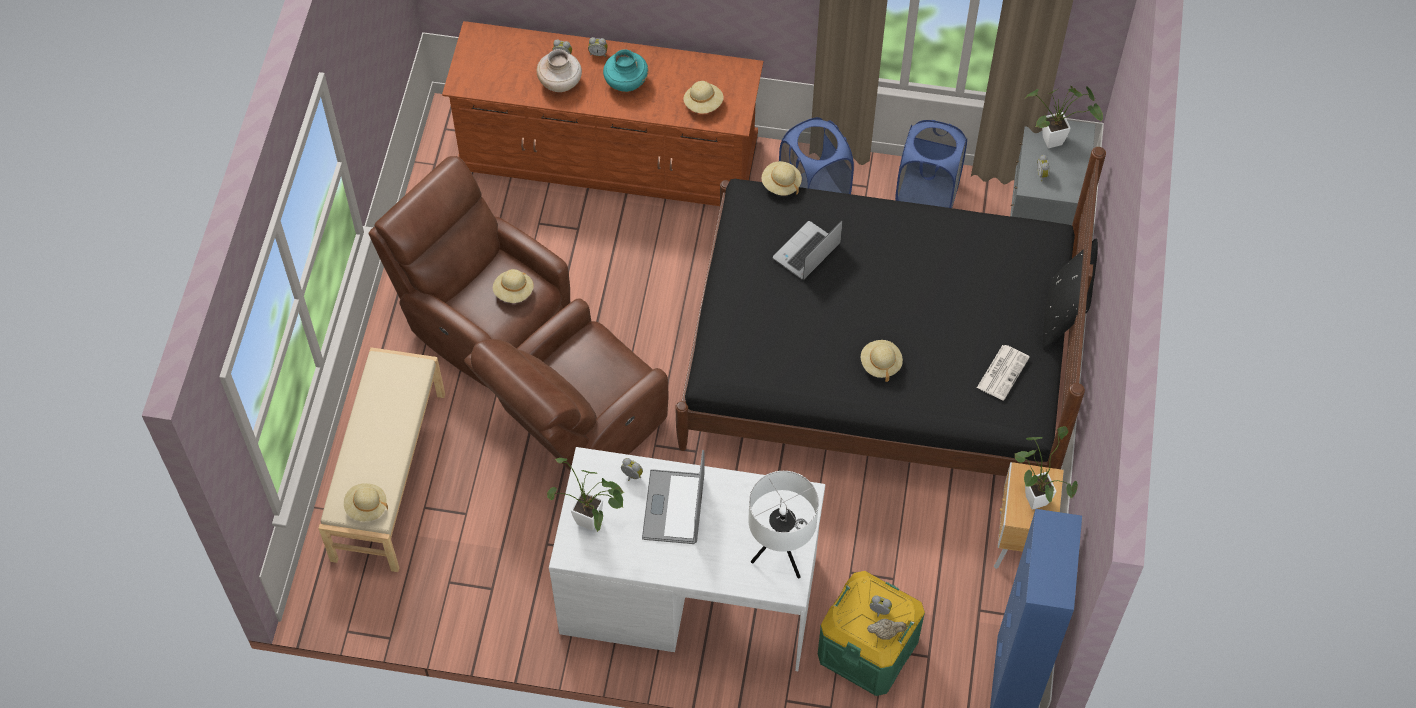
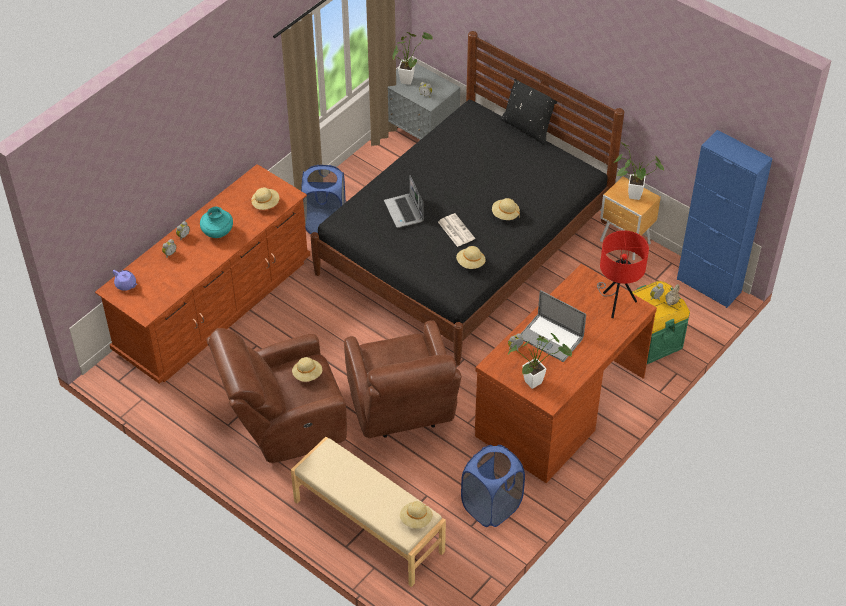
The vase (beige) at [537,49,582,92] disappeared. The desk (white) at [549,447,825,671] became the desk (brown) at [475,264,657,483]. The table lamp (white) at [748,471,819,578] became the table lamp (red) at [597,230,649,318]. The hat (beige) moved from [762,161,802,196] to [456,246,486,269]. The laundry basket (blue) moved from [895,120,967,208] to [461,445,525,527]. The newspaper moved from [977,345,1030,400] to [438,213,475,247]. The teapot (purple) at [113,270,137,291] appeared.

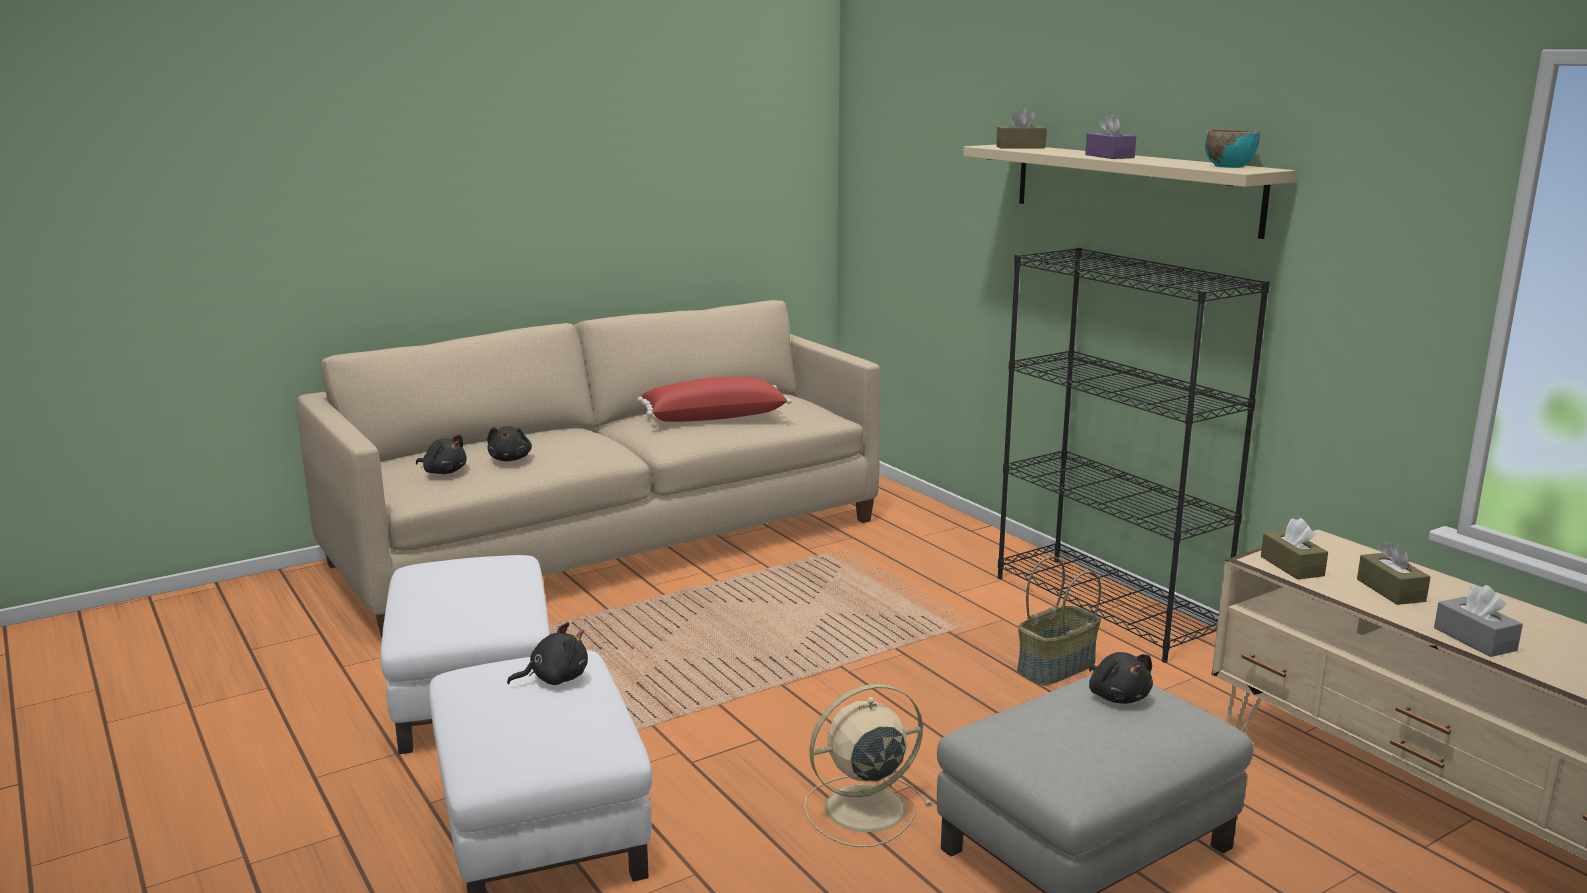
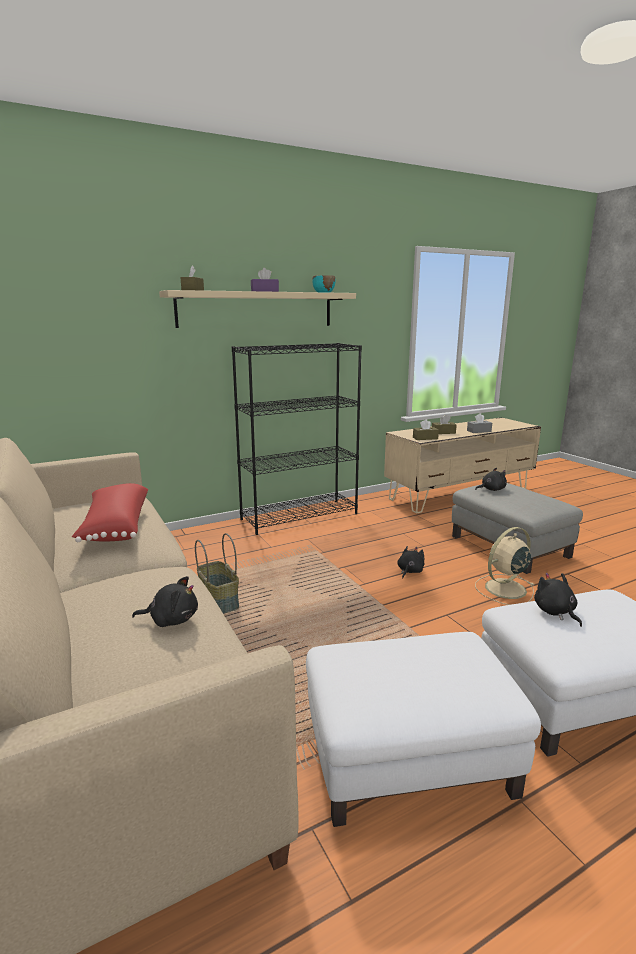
The plush toy (black) moved from [416,435,467,474] to [397,546,424,578]. The fan (beige) at [804,684,932,847] turned 75 degrees clockwise. The basket moved from [1017,556,1101,685] to [195,533,239,614].

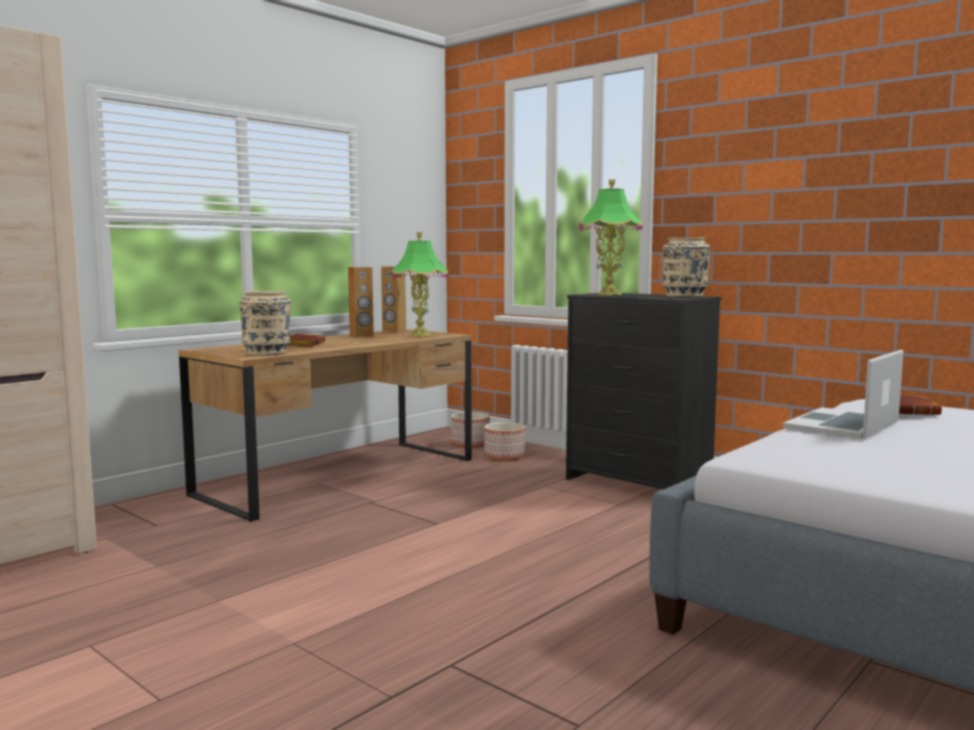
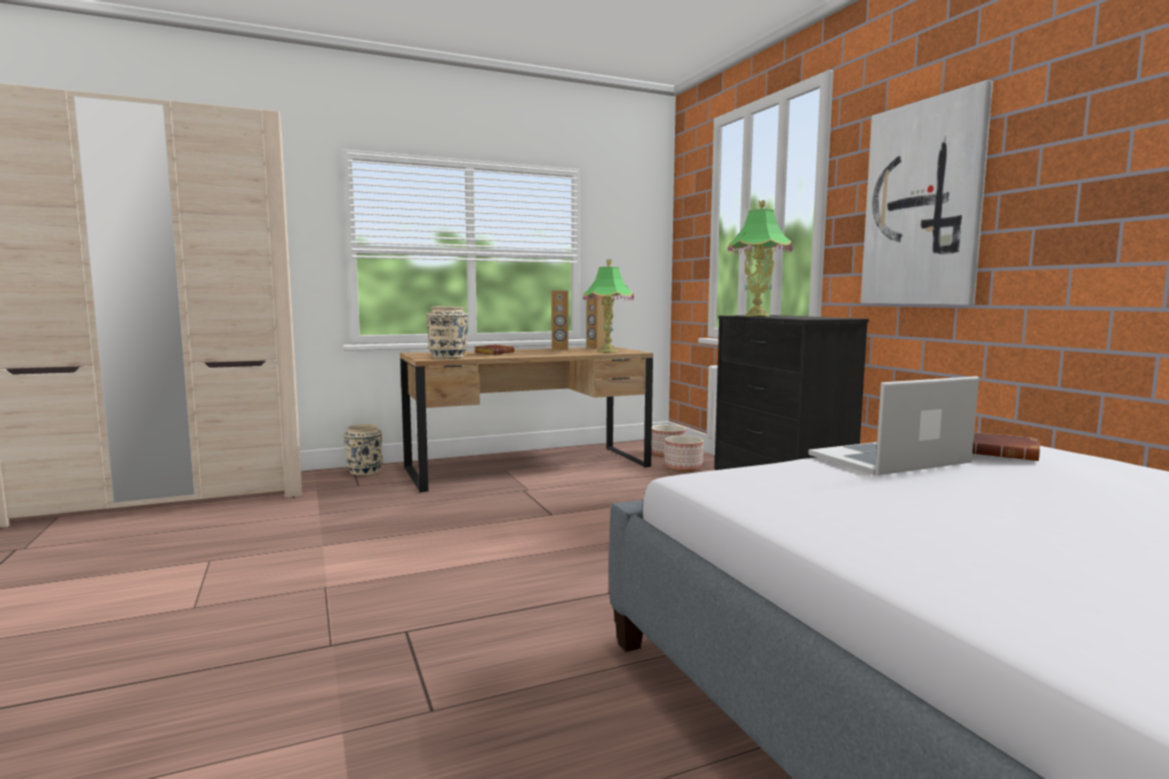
The vase (beige) moved from [662,238,710,297] to [344,424,383,476]. The picture at [861,80,993,305] appeared.

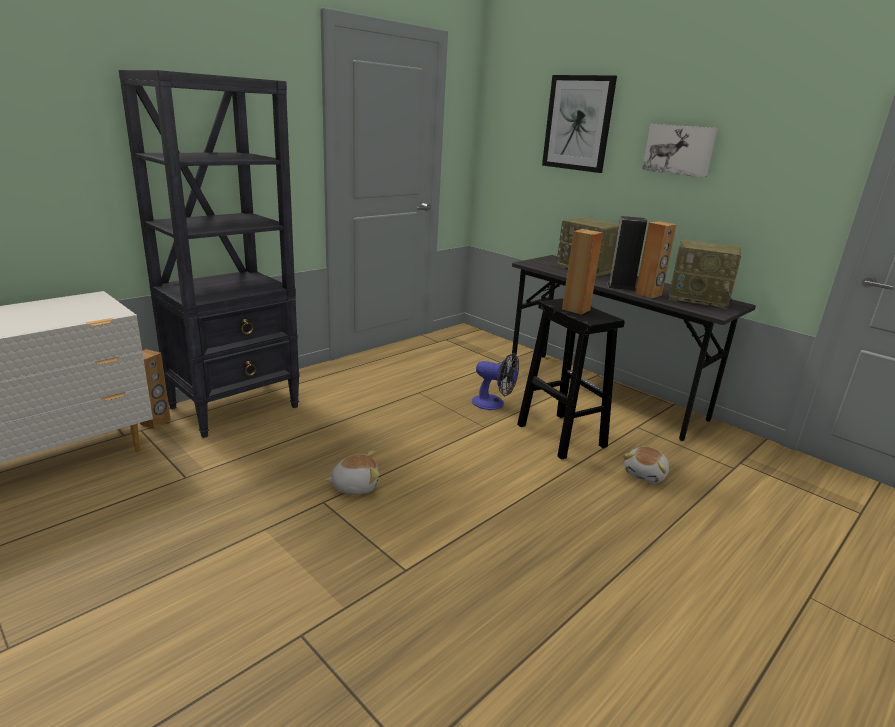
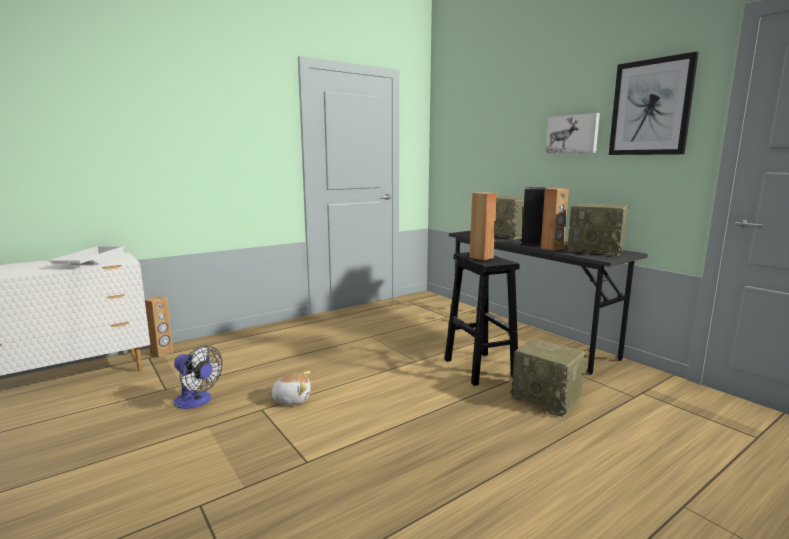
The bookcase (black) at [119,70,300,438] disappeared. The fan moved from [472,353,519,410] to [174,346,222,409]. The picture moved from [542,75,617,173] to [609,52,699,155]. The plush toy at [623,447,669,483] was replaced by the radio at [511,338,586,417]. The tray (white) at [47,246,125,265] appeared.

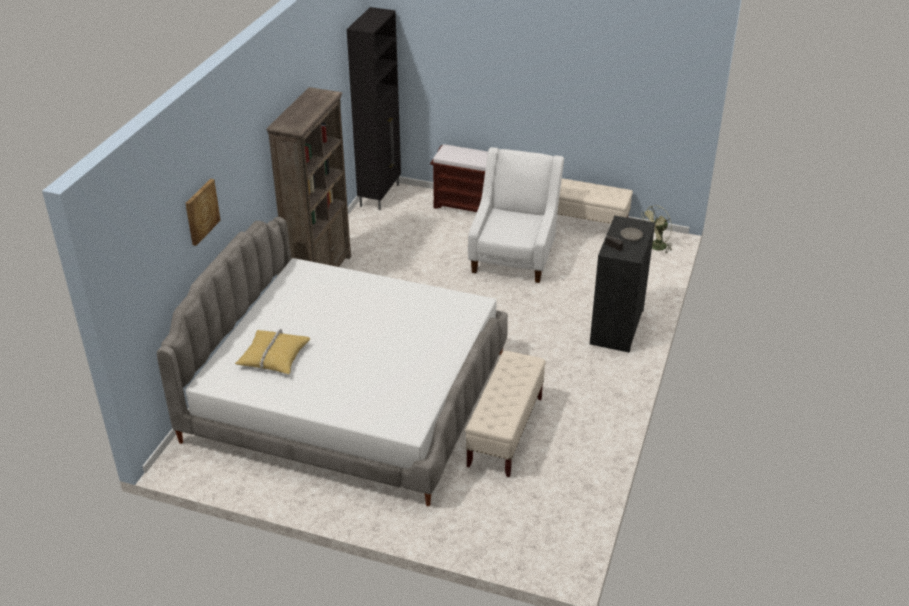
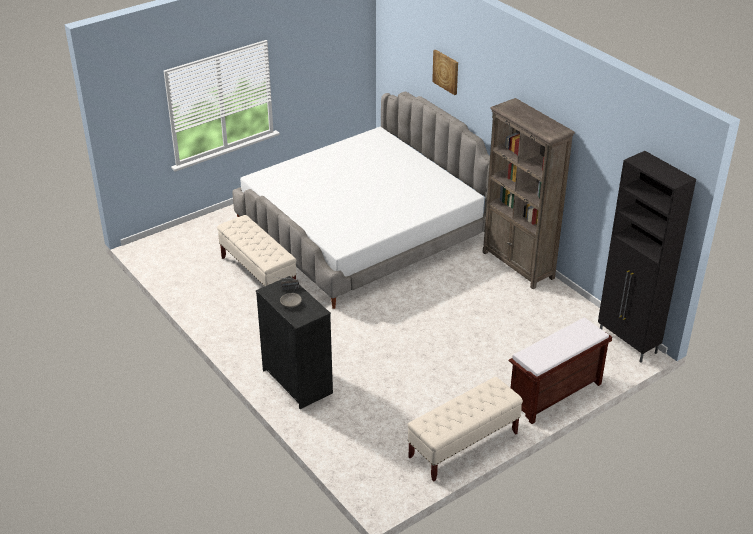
The pillow (yellow) at [235,329,310,374] disappeared. The armchair (white) at [468,147,564,283] disappeared. The fan (green) at [641,205,672,253] disappeared.

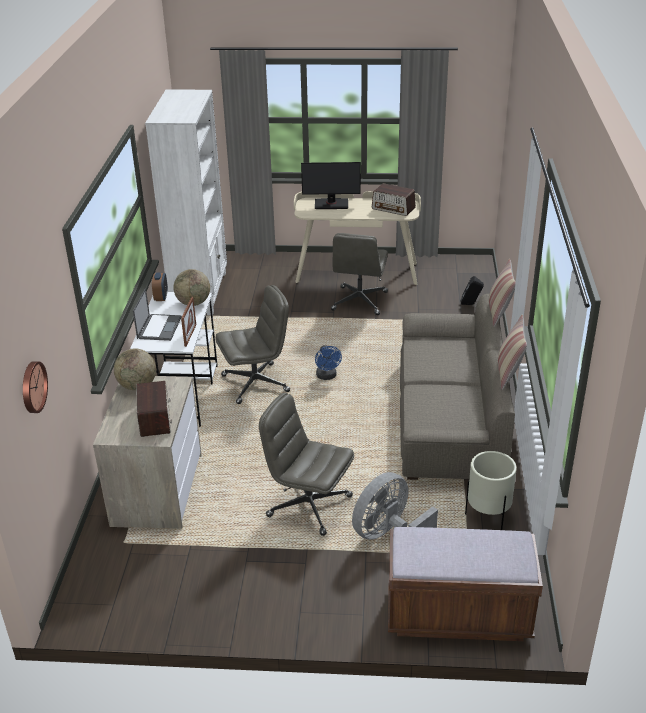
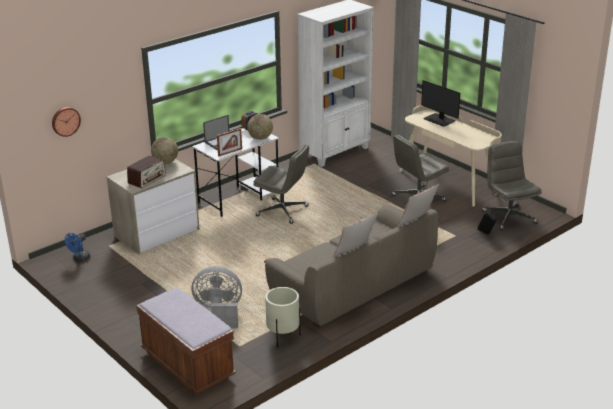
The office chair (grey) moved from [259,393,354,536] to [482,141,542,230]. The fan (blue) moved from [315,345,342,380] to [65,233,90,262]. The radio at [372,183,416,216] disappeared.

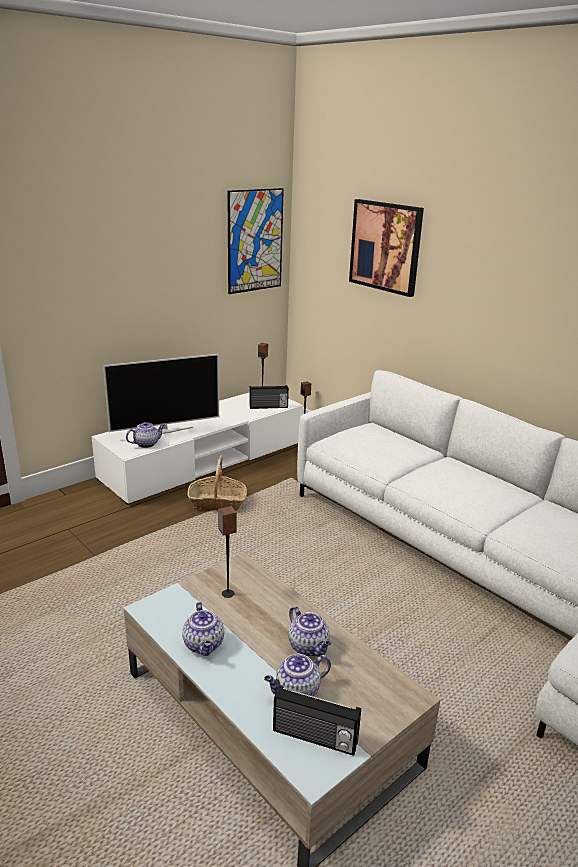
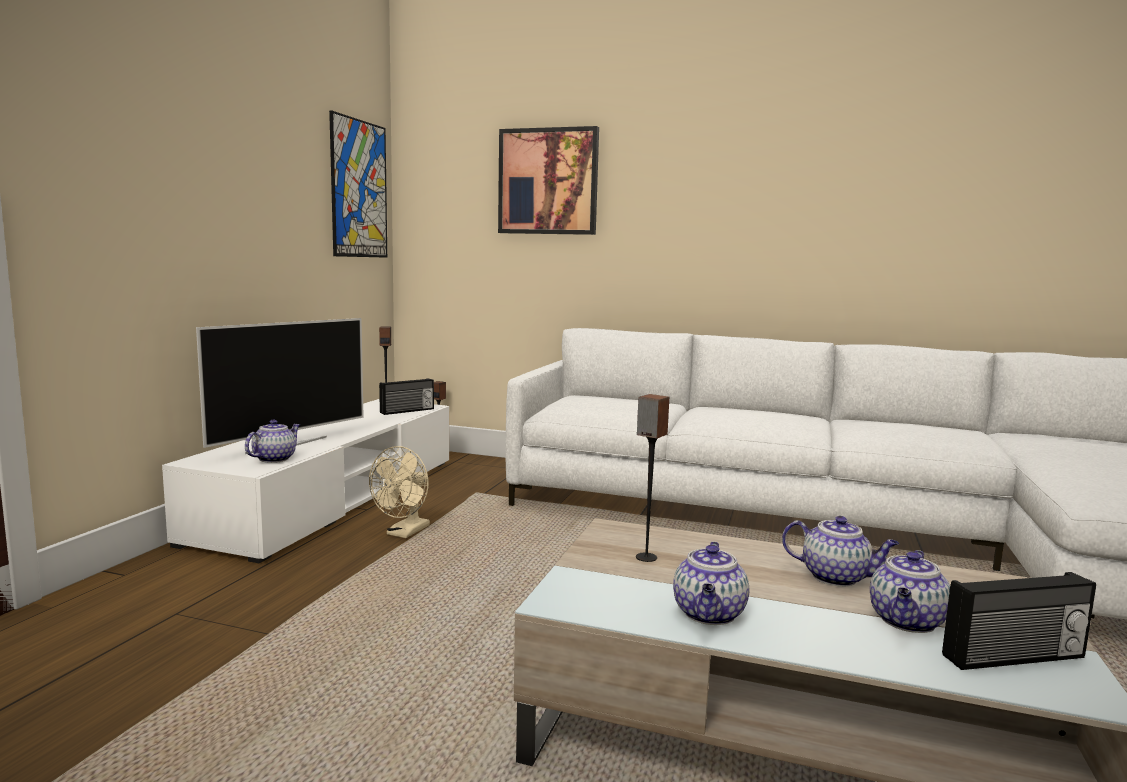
The teapot at [182,602,224,656] turned 60 degrees clockwise. The basket at [187,455,247,511] was replaced by the fan (beige) at [369,446,430,538].

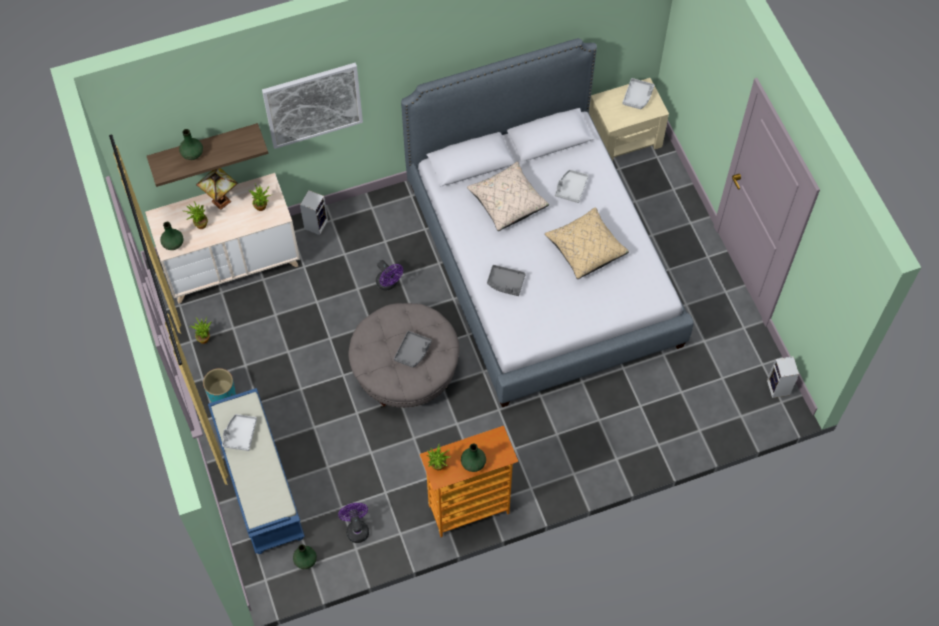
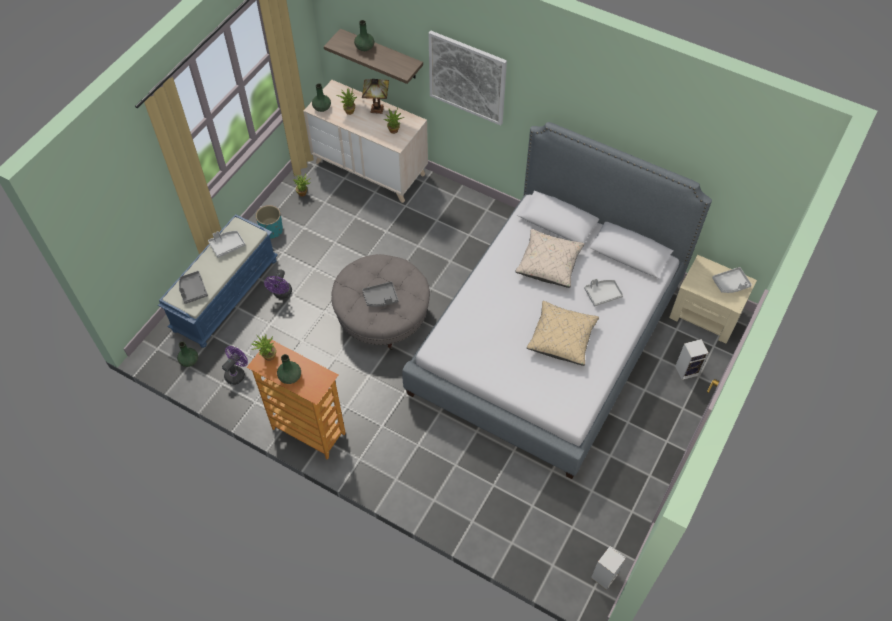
The speaker moved from [300,190,328,235] to [675,339,709,380]. The fan (purple) moved from [376,260,403,291] to [264,270,292,299]. The tray (grey) moved from [487,265,526,296] to [179,271,208,304].

